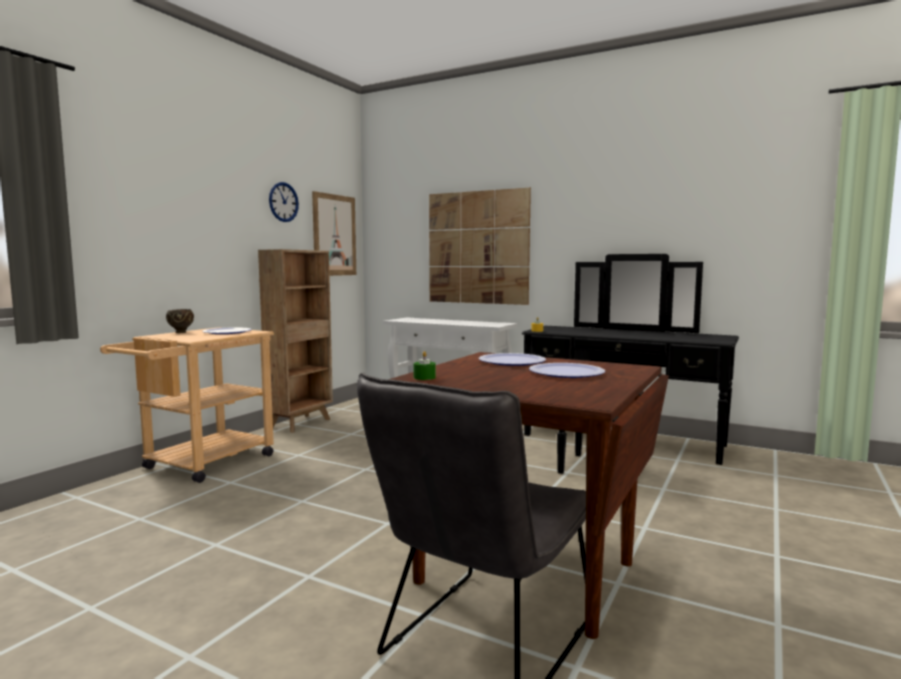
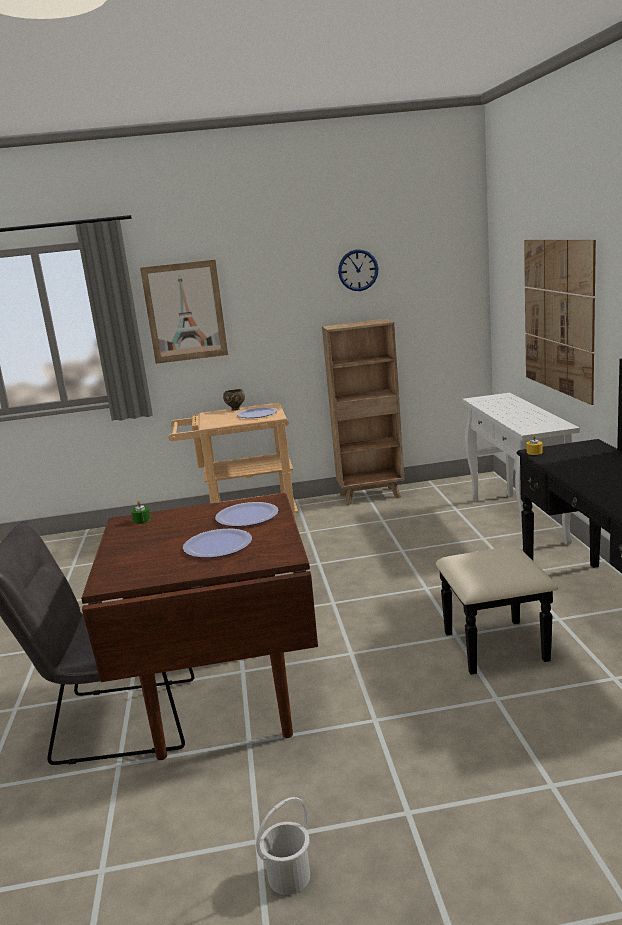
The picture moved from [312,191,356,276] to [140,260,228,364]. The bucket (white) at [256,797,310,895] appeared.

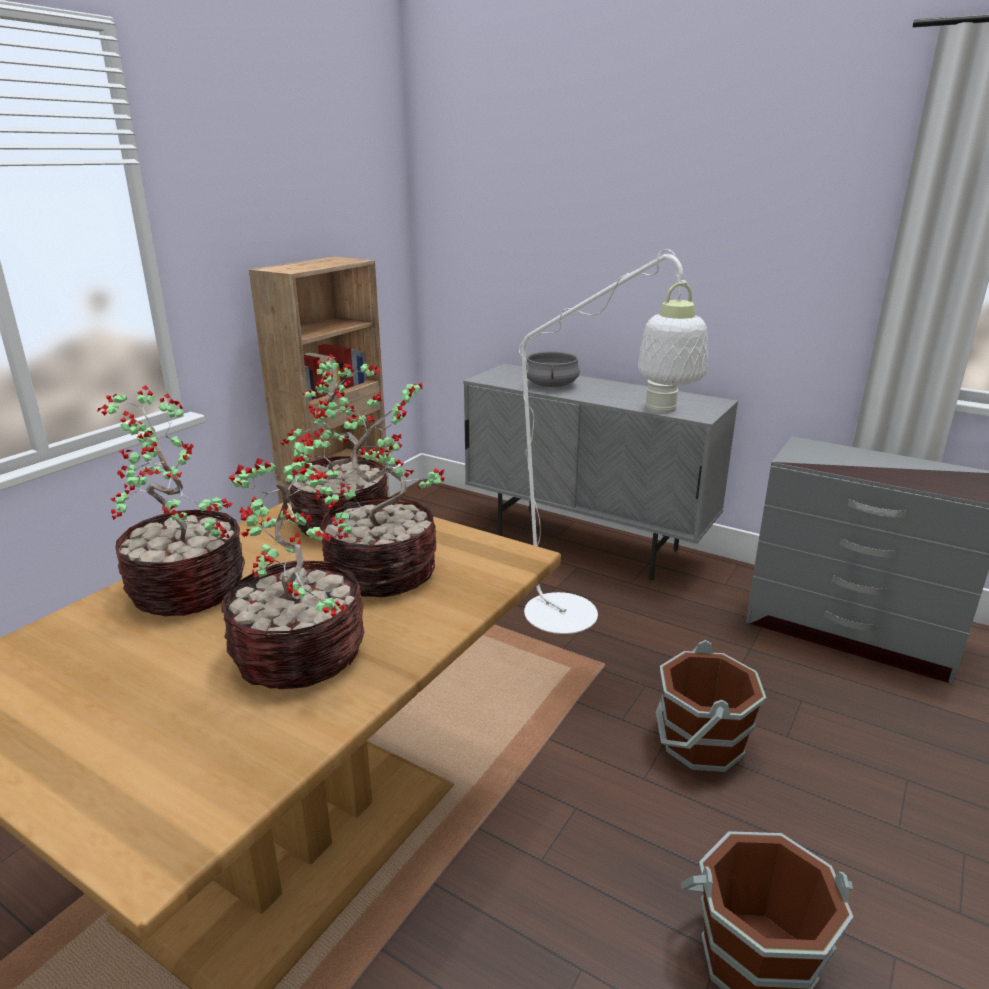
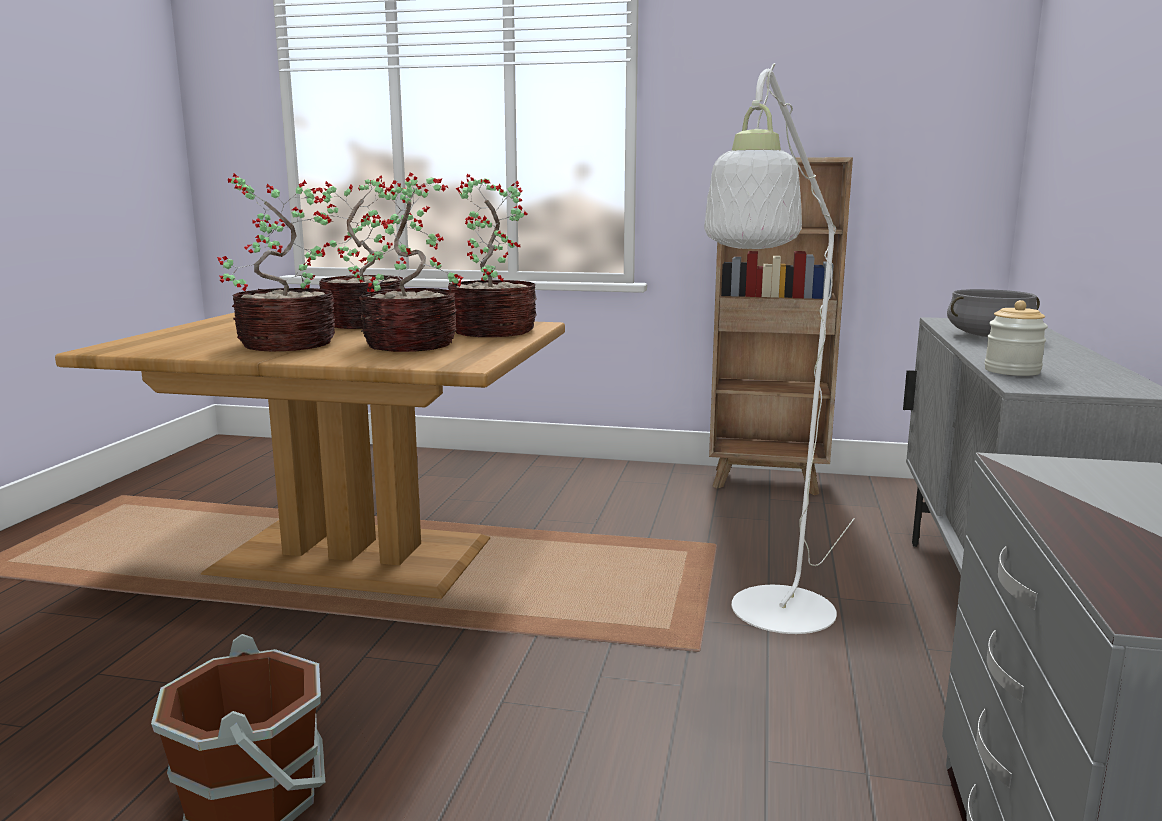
The bucket (brown) at [656,640,766,772] disappeared.

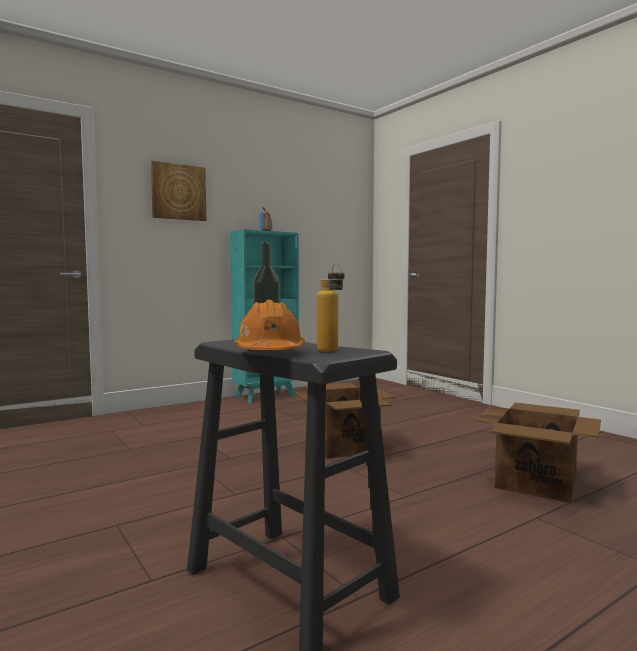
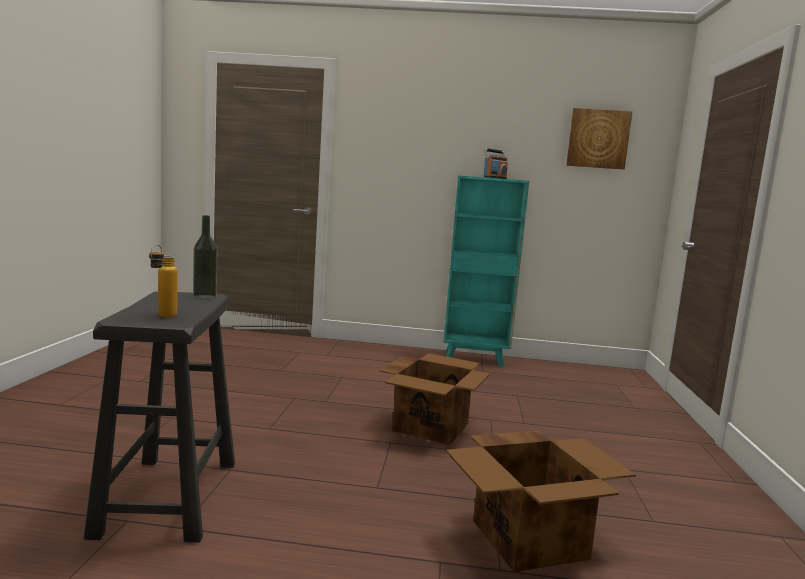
The picture moved from [151,161,206,221] to [566,108,632,169]. The hard hat (orange) at [234,300,305,350] disappeared.

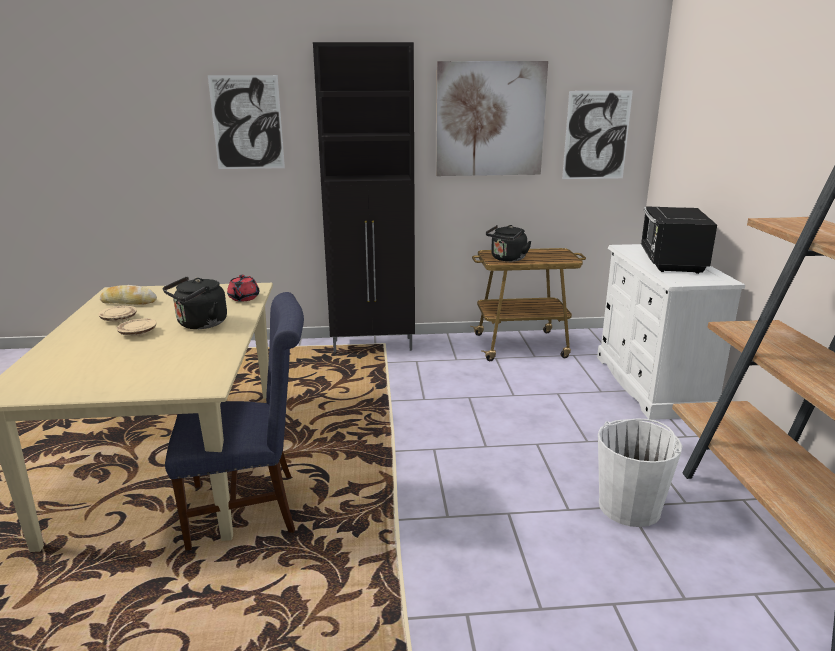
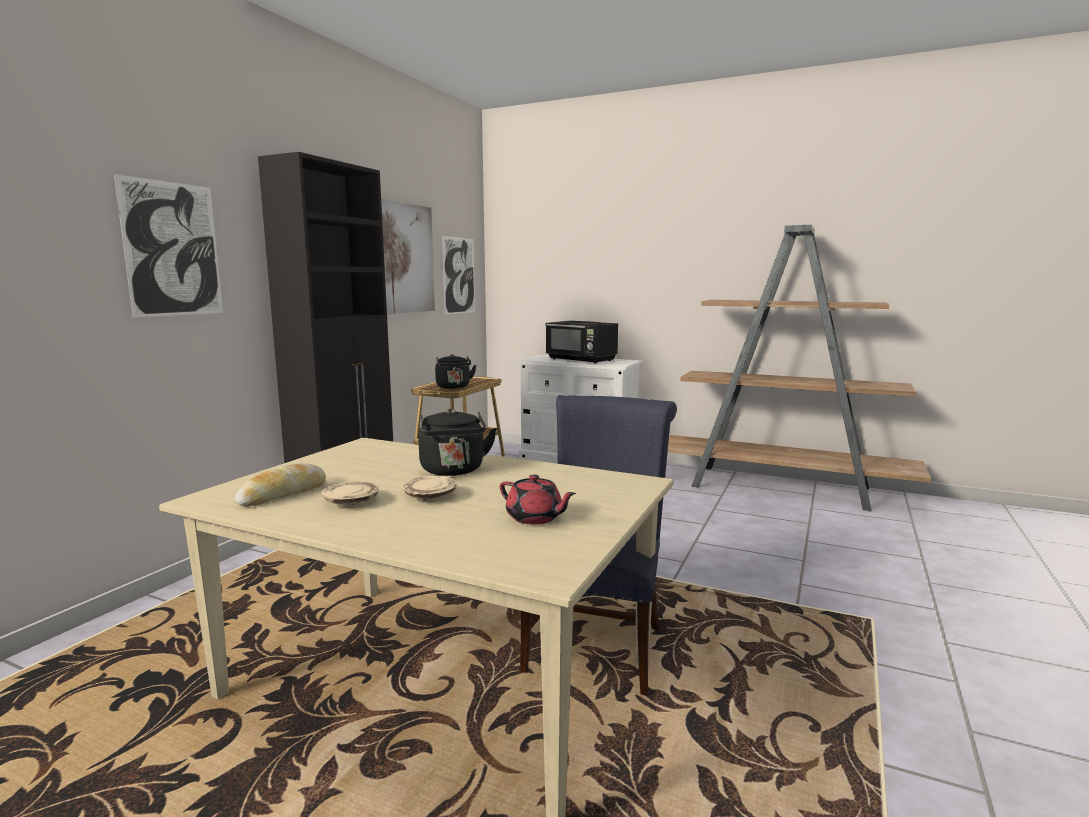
The teapot (red) moved from [227,274,259,301] to [500,474,576,525]. The bucket (white) at [598,418,682,527] disappeared.

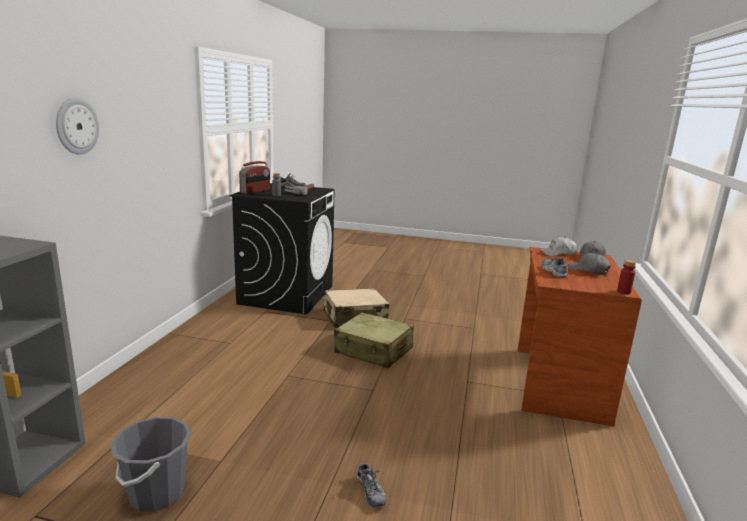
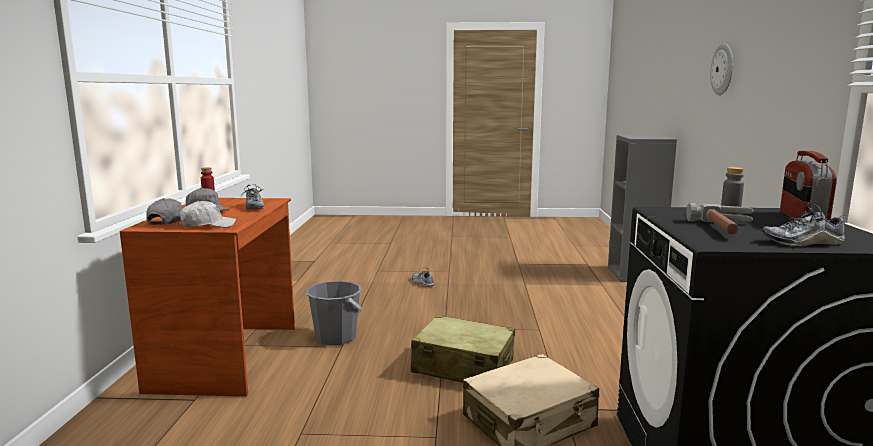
The bucket (grey) moved from [110,417,191,512] to [306,281,363,346].

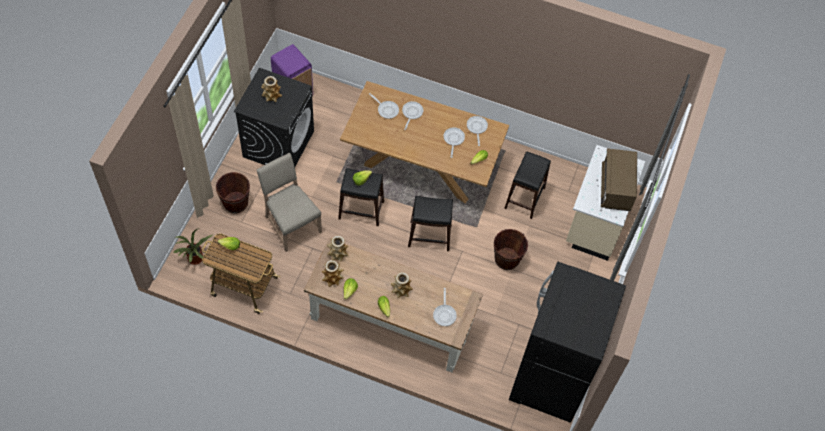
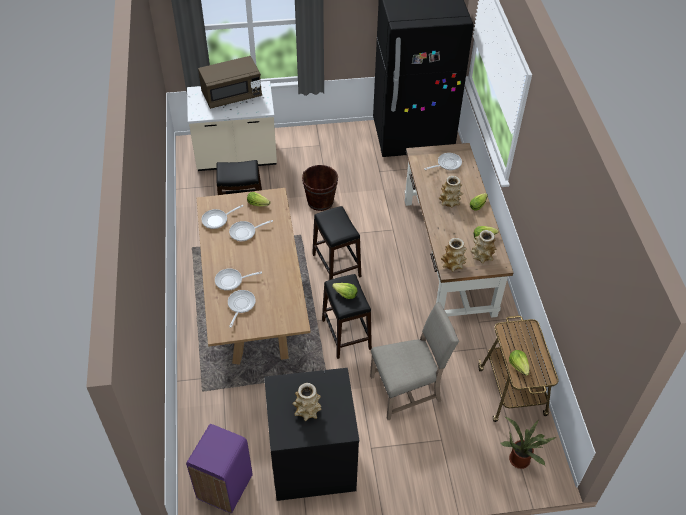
The bucket (brown) at [216,172,250,213] disappeared. The chair (beige) at [257,153,322,252] turned 135 degrees counterclockwise.

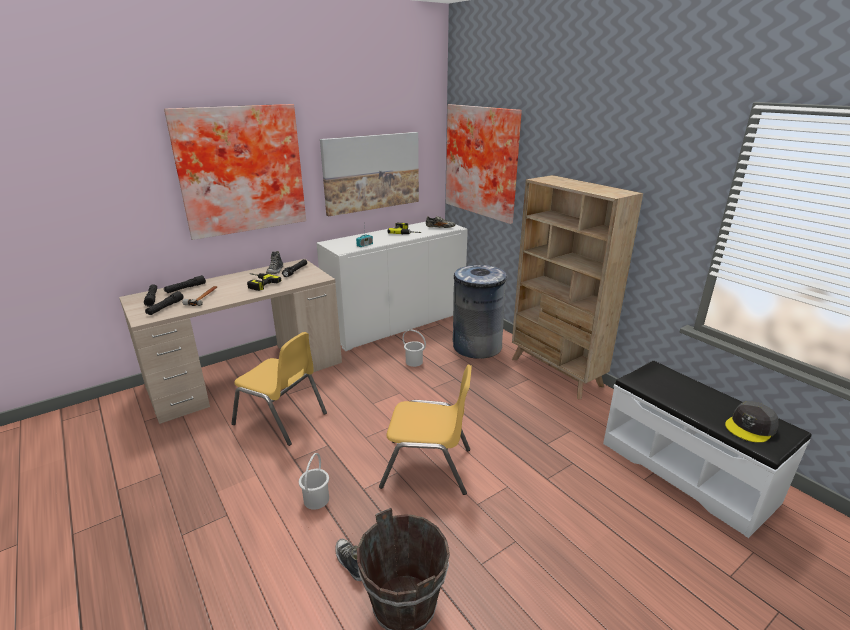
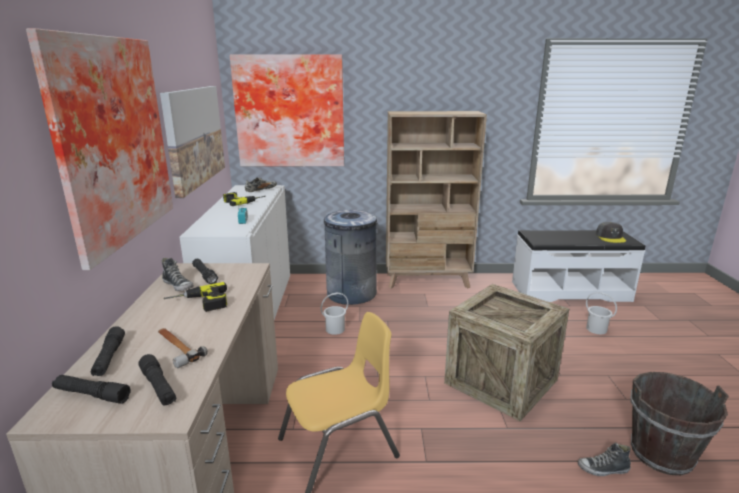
The bucket (white) moved from [299,453,329,510] to [586,292,617,334]. The chair (yellow) at [379,364,472,495] was replaced by the crate at [444,284,569,422].

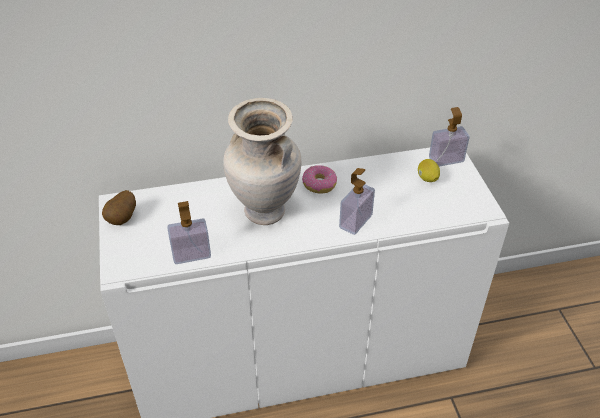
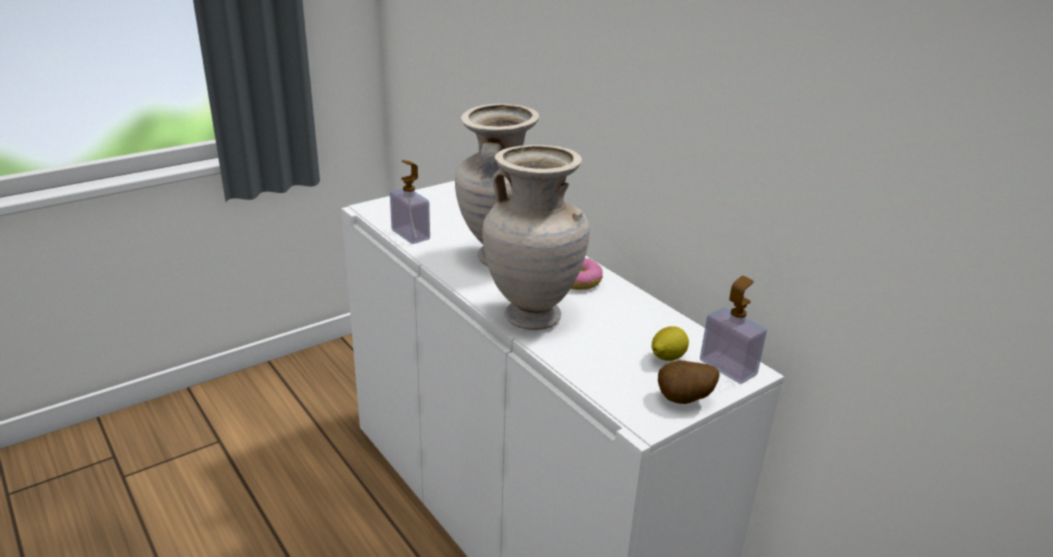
The potato moved from [102,190,136,225] to [658,360,720,404]. The soap dispenser at [339,168,375,235] was replaced by the vase (beige) at [482,145,589,330].

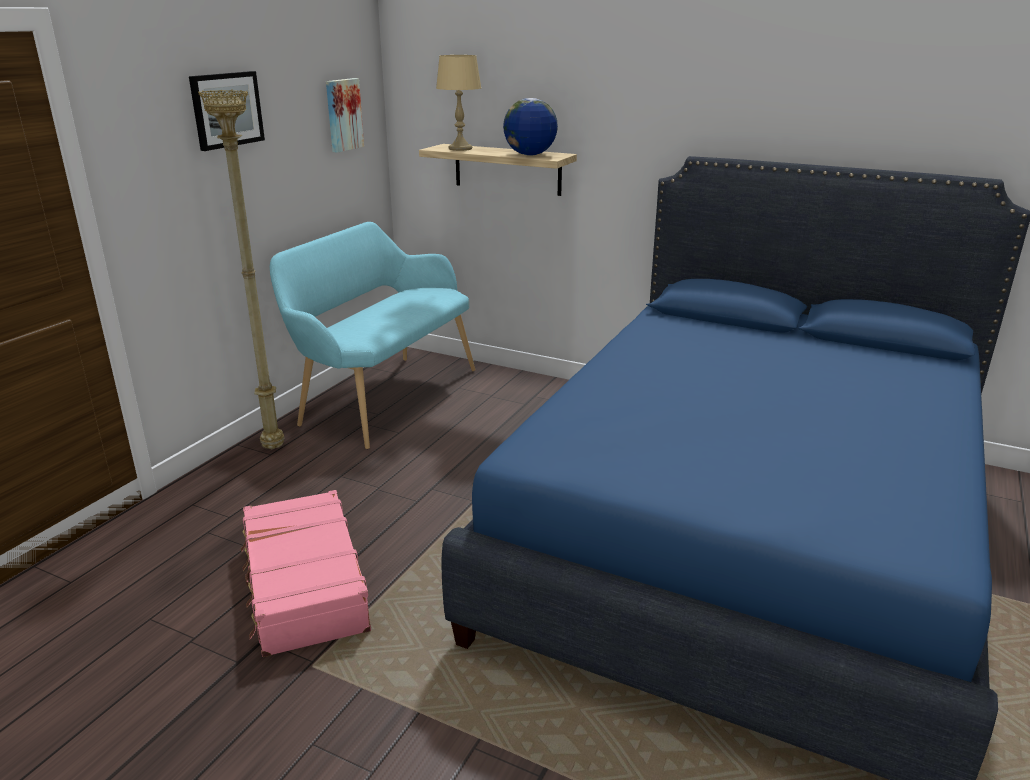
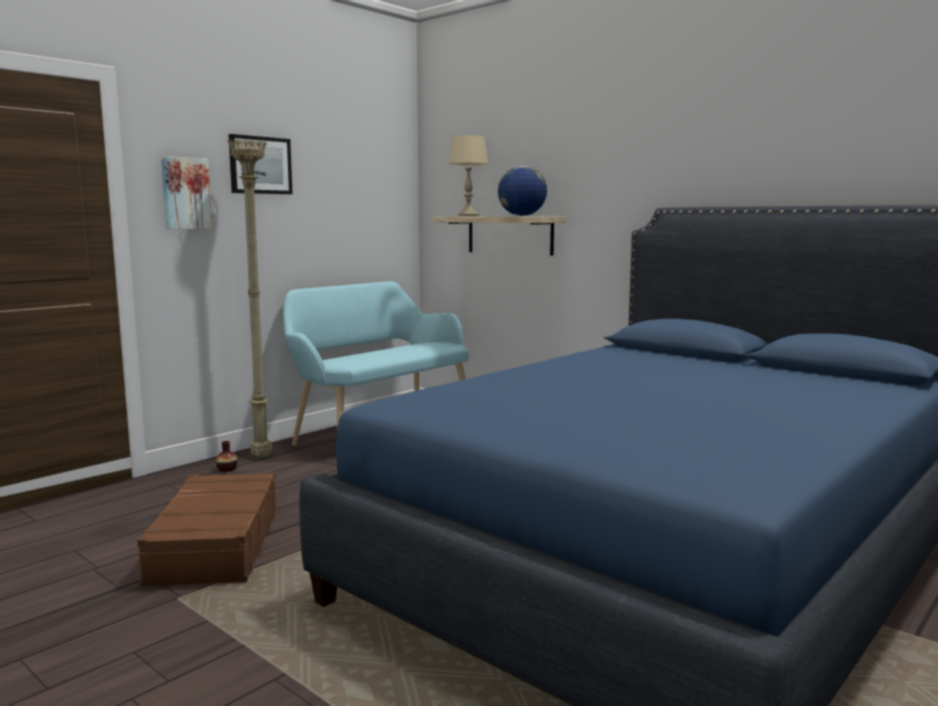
The suitcase (pink) at [241,490,371,657] became the suitcase (brown) at [137,472,277,587]. The picture moved from [326,78,364,153] to [161,156,212,229]. The vase at [216,441,238,472] appeared.

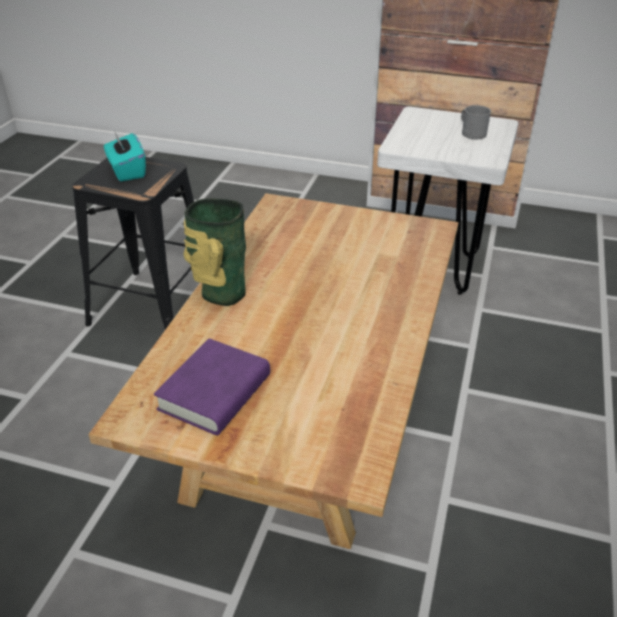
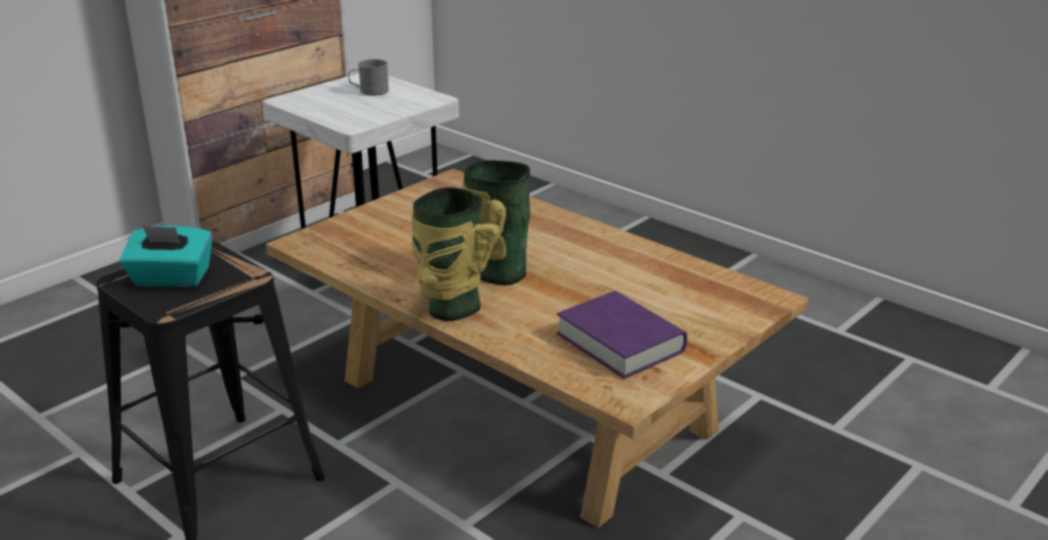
The vase at [462,160,530,286] appeared.

